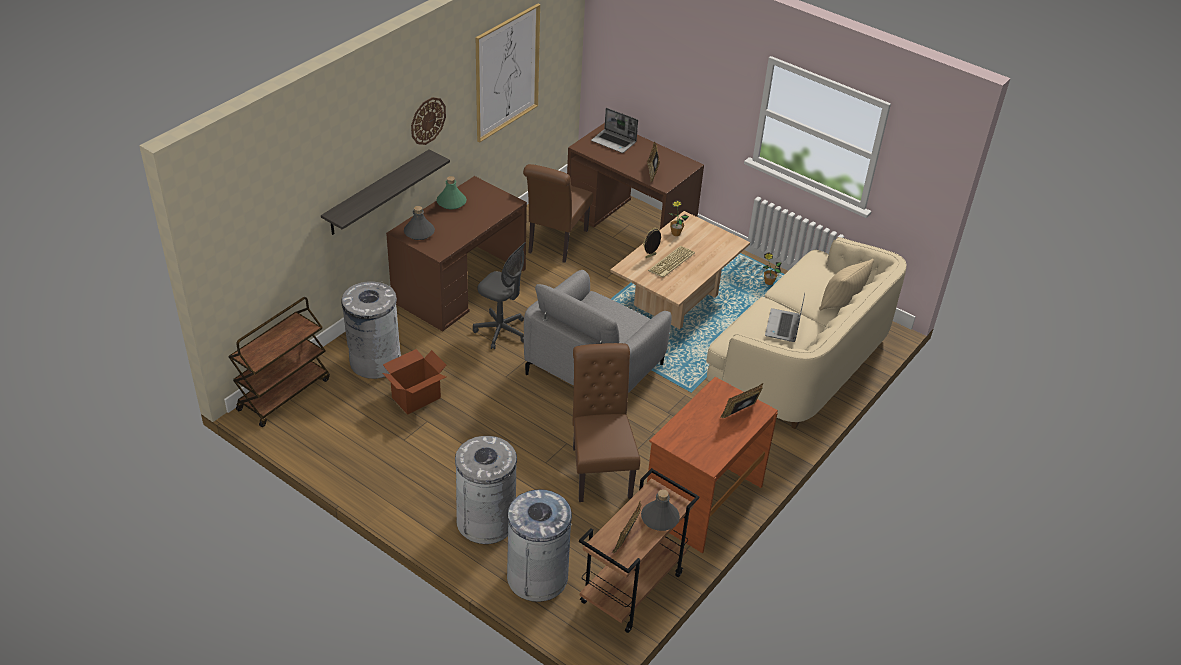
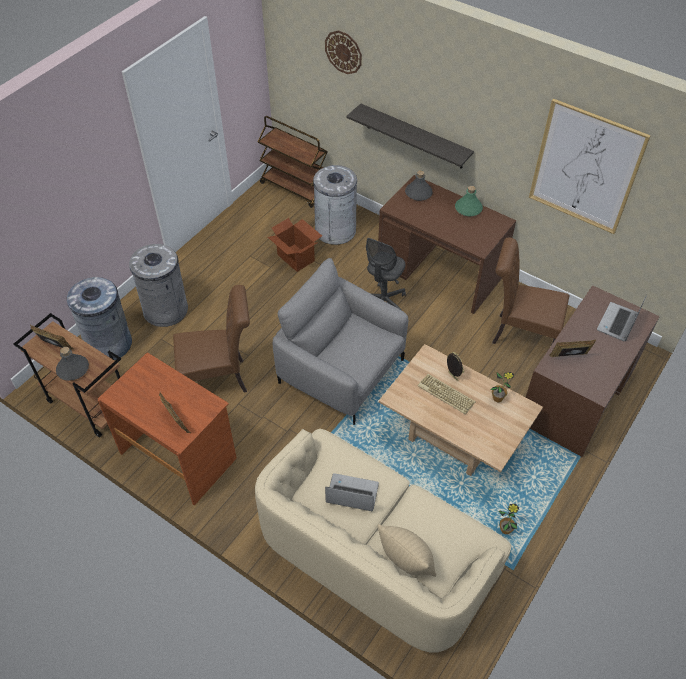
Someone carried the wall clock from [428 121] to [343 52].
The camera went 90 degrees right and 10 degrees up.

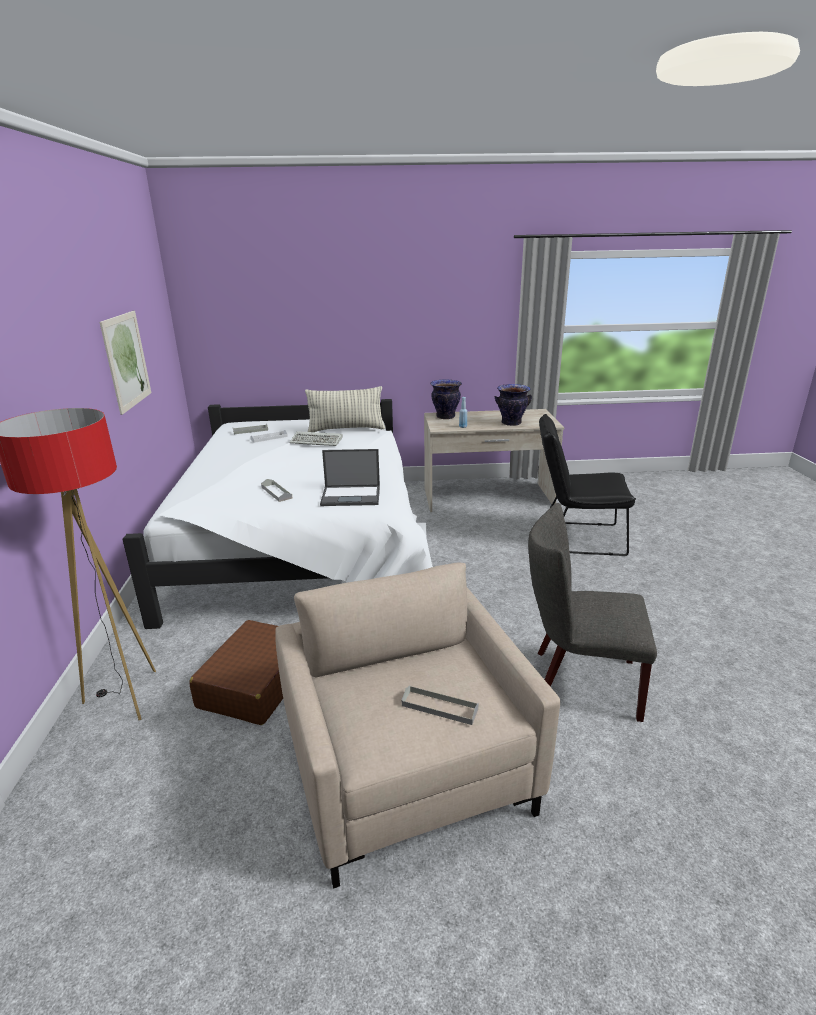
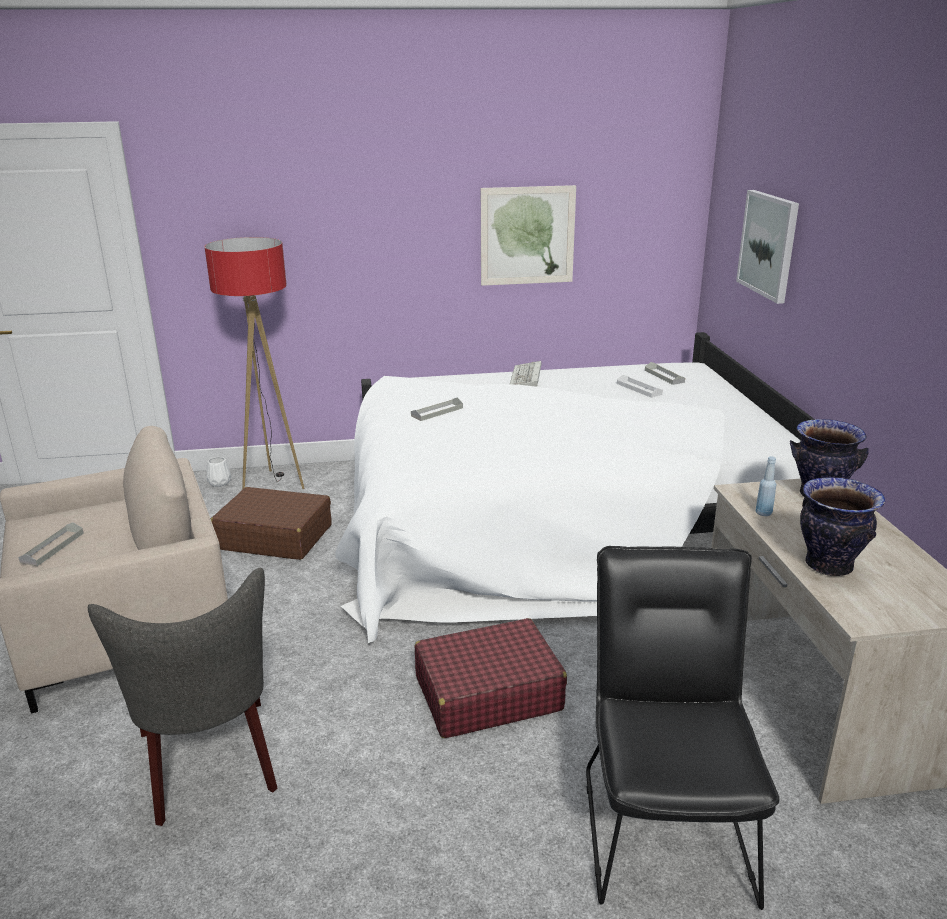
Someone rotated the grey chair at [592 612] by 150 degrees clockwise.
Someone put down the white vase at [219 472].
Someone put down the red suitcase at [491 678].
Someone carried the keyboard from [316 438] to [526 374].
Someone put up the picture at [767 247].
Someone took away the pillow at [345 409].
Someone took away the laptop at [350 477].
The camera went 85 degrees right and 0 degrees up.

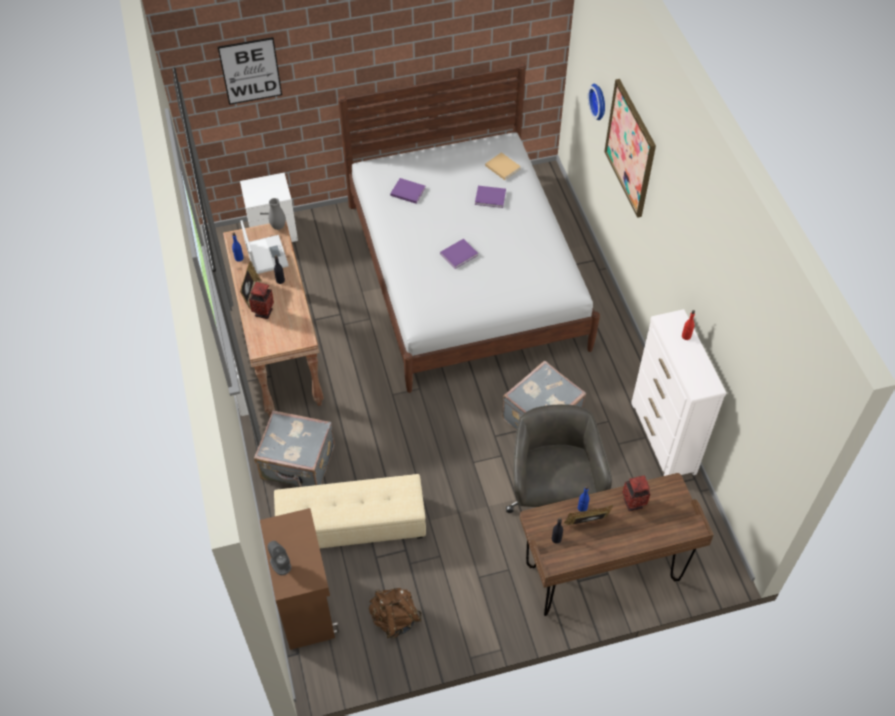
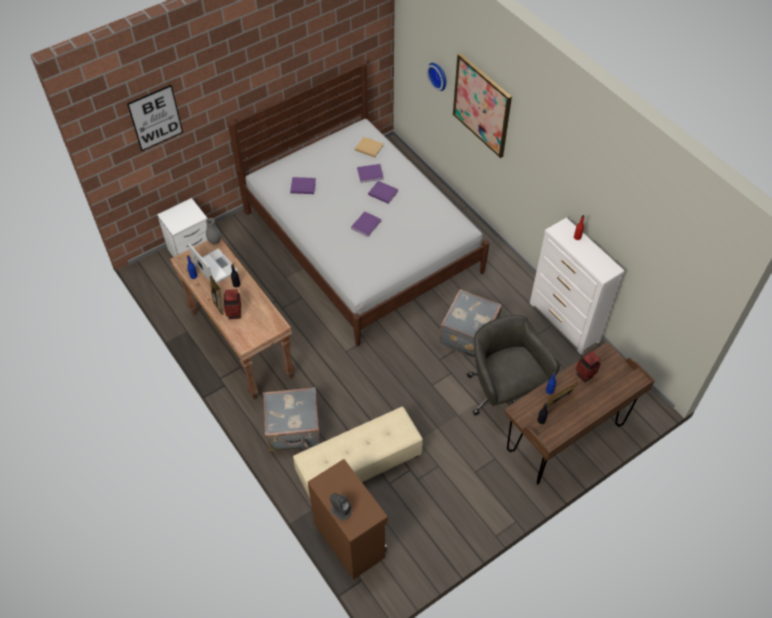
Someone put down the purple book at [383 192].
Someone took away the brown backpack at [395 613].
The camera went 20 degrees left and 0 degrees up.

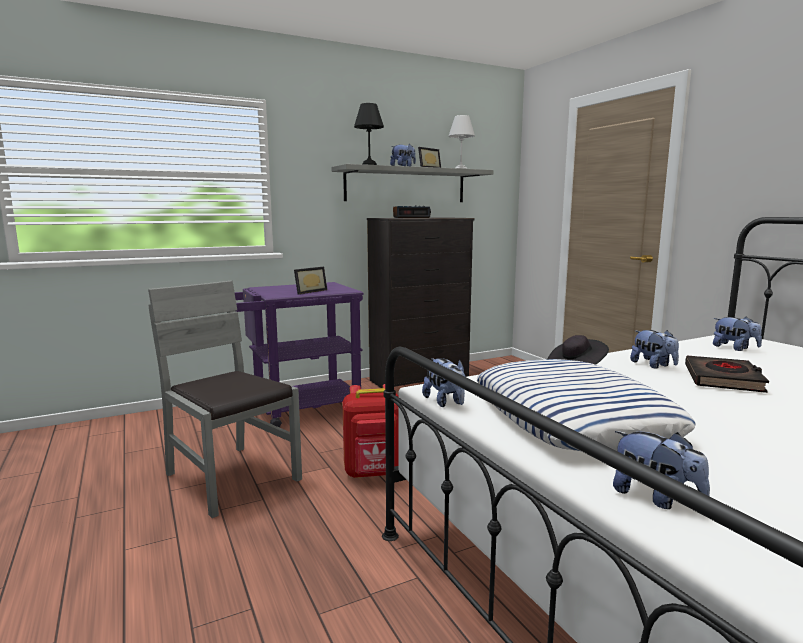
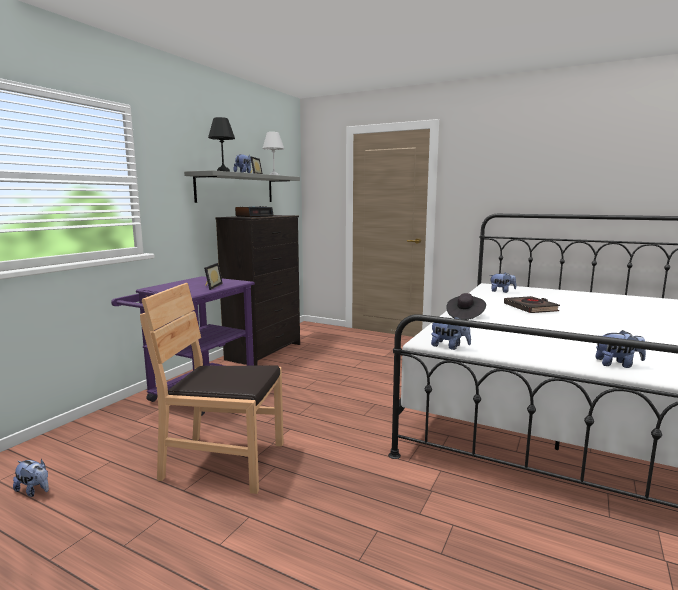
Someone carried the plush toy from [654 349] to [31 478].
Someone repainted the grey chair at [225 399], which became the brown chair at [212 388].
Someone took away the red backpack at [370 431].
Someone took away the pillow at [586 405].
The camera went 35 degrees left and 0 degrees up.

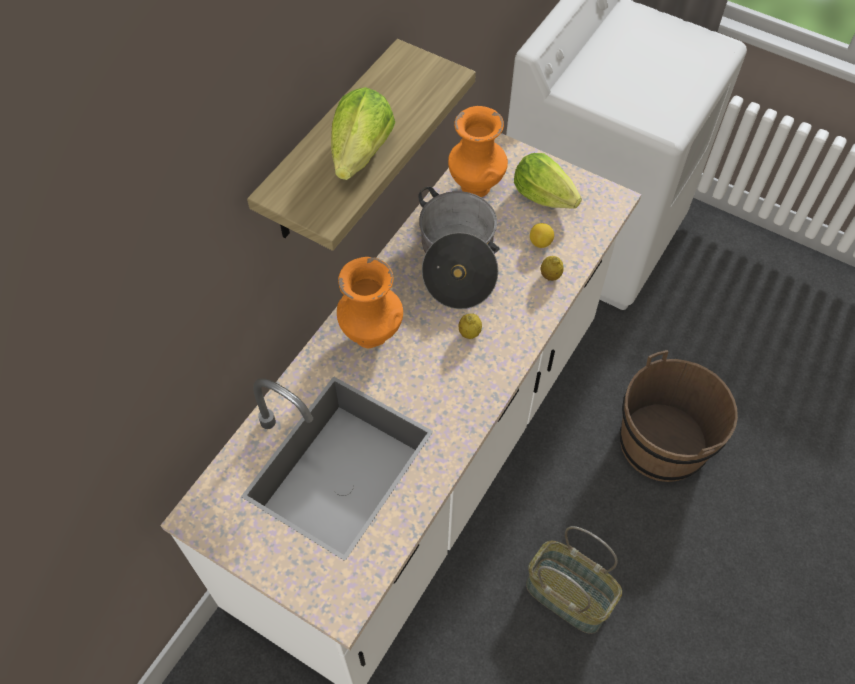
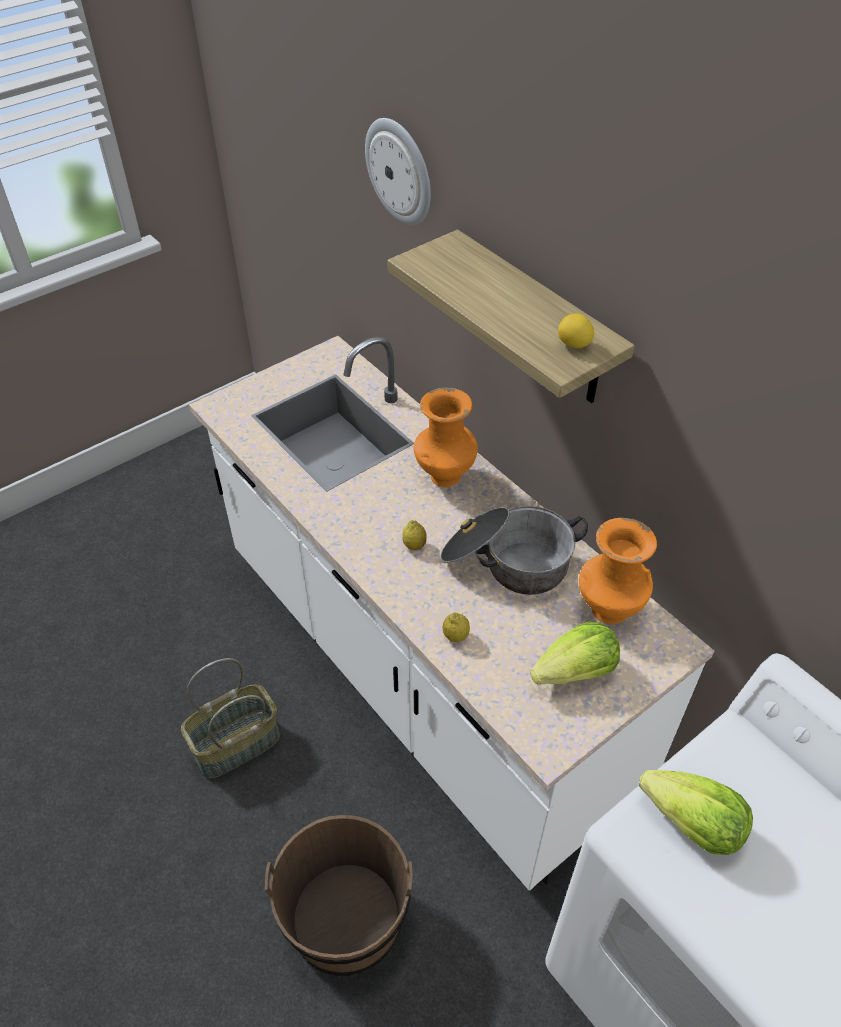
Someone put up the wall clock at [398 171].
Someone carried the lemon from [542 235] to [576 330].
Someone carried the lettuce from [363 133] to [696 812].
The camera went 110 degrees right and 10 degrees down.

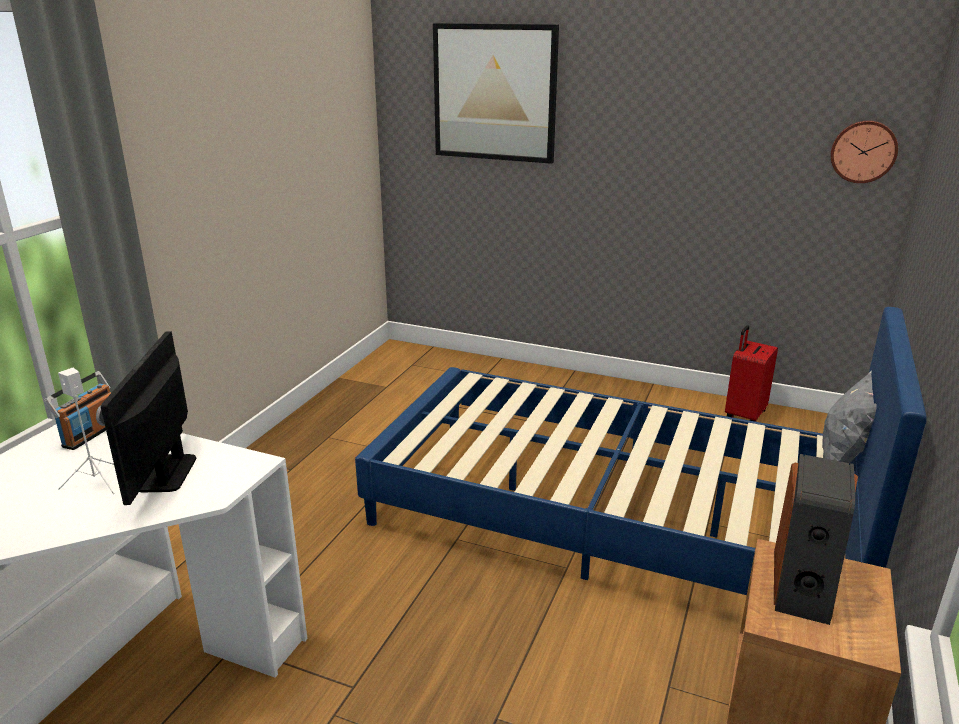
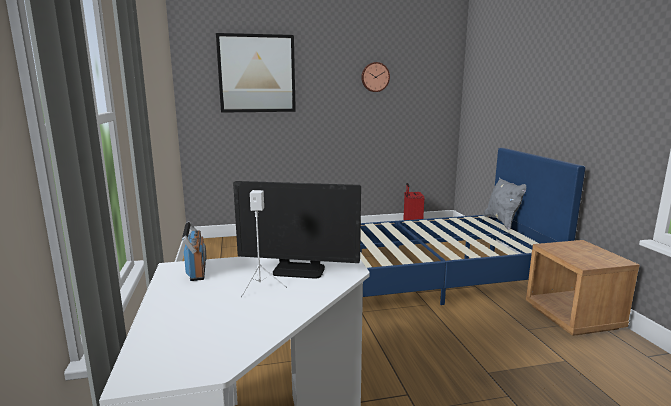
Someone rotated the monitor at [149 418] by 45 degrees counterclockwise.
Someone carried the wall clock from [864 151] to [375 77].
Someone took away the speaker at [816 539].
The camera went 35 degrees left and 10 degrees down.

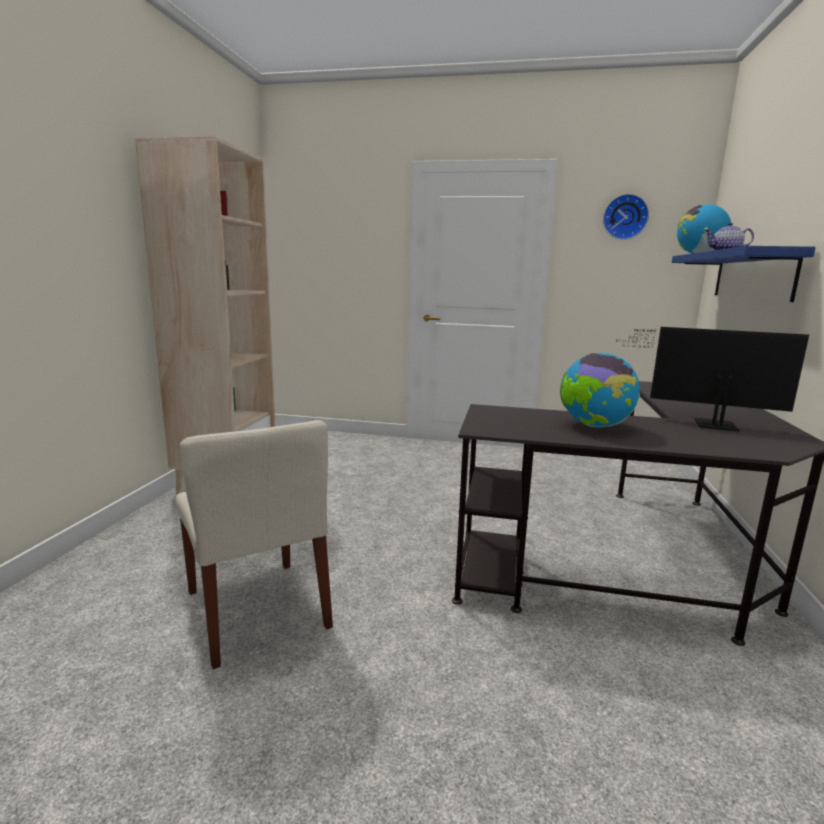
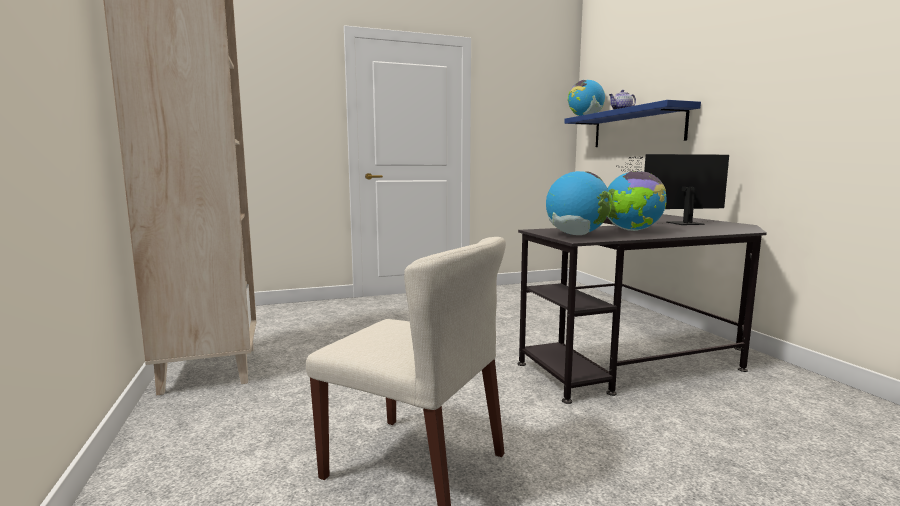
Someone put down the globe at [579 203].
Someone took away the wall clock at [626 217].
The camera went 30 degrees left and 5 degrees down.

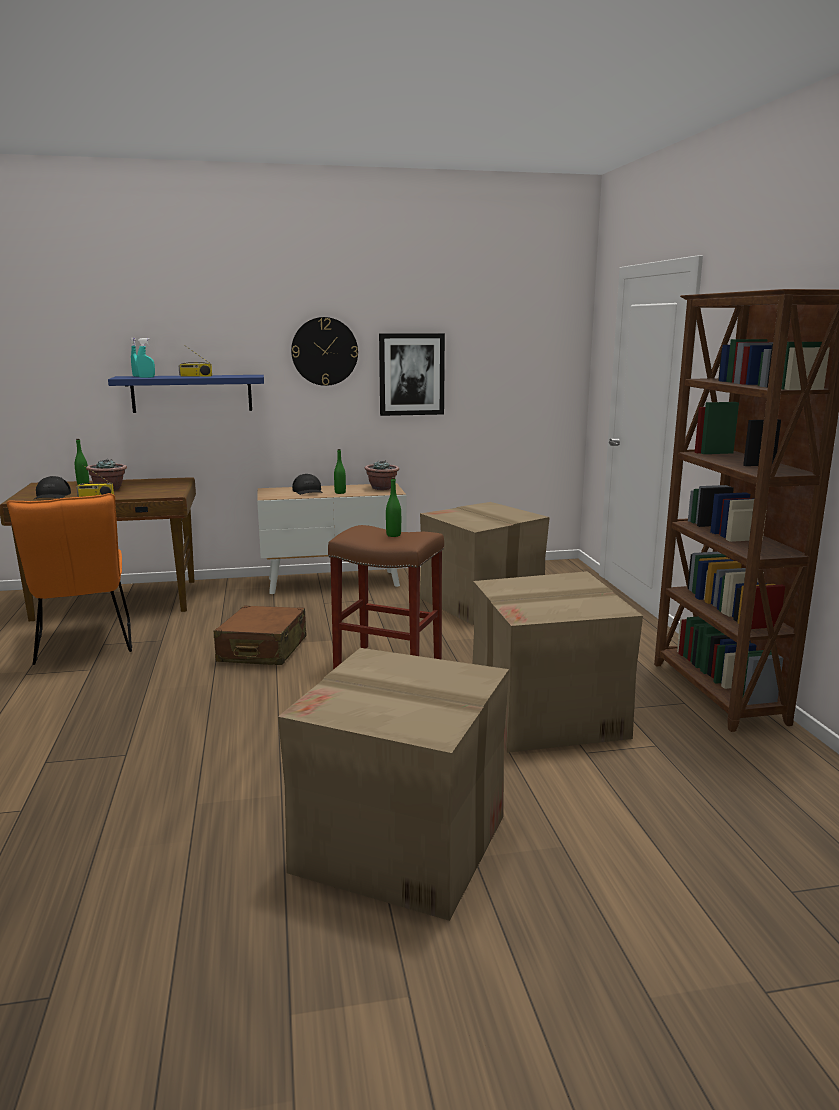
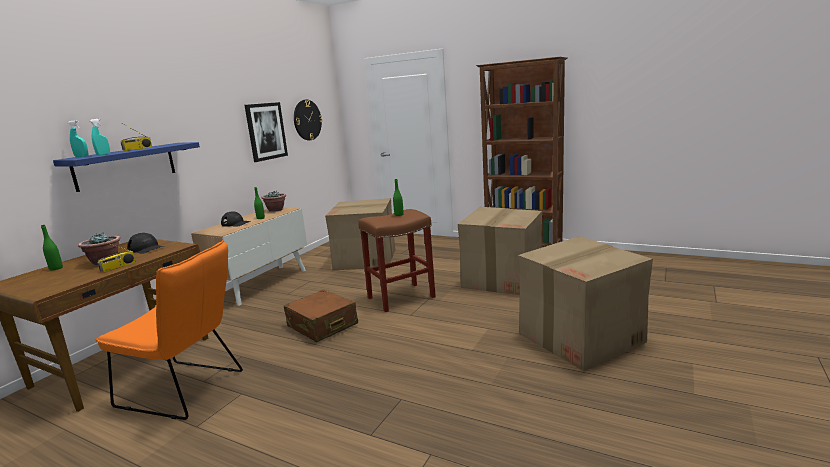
Someone carried the black cap from [52 487] to [146 243].
Someone carried the wall clock from [324 351] to [308 120].
The camera went 50 degrees left and 0 degrees up.

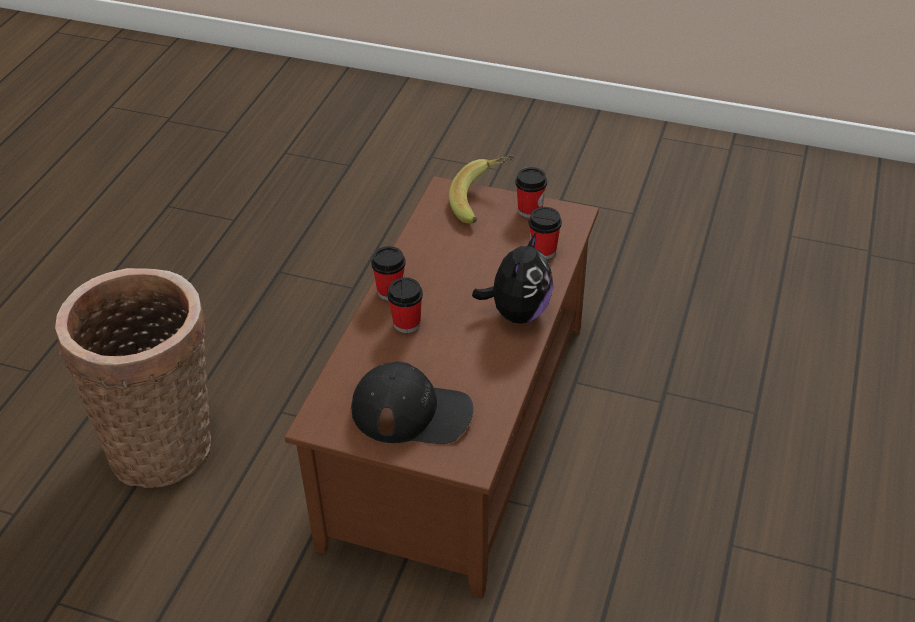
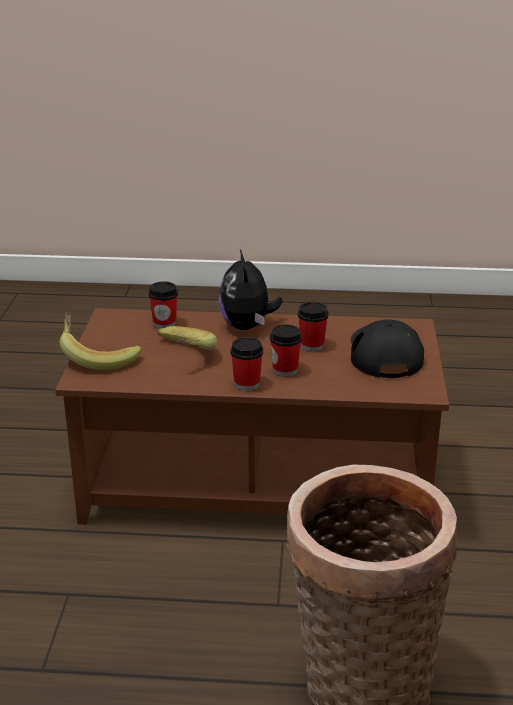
Someone put down the banana at [187 338].
Someone rotated the plush toy at [512 278] by 105 degrees counterclockwise.
Someone carried the cup from [531 192] to [313 327].
The camera went 105 degrees left and 15 degrees down.

